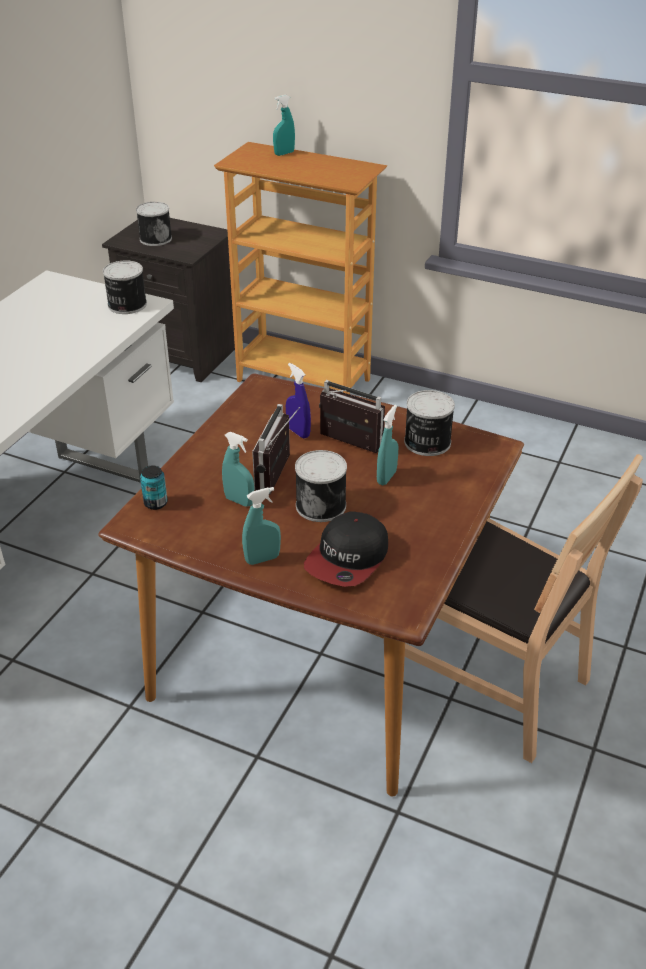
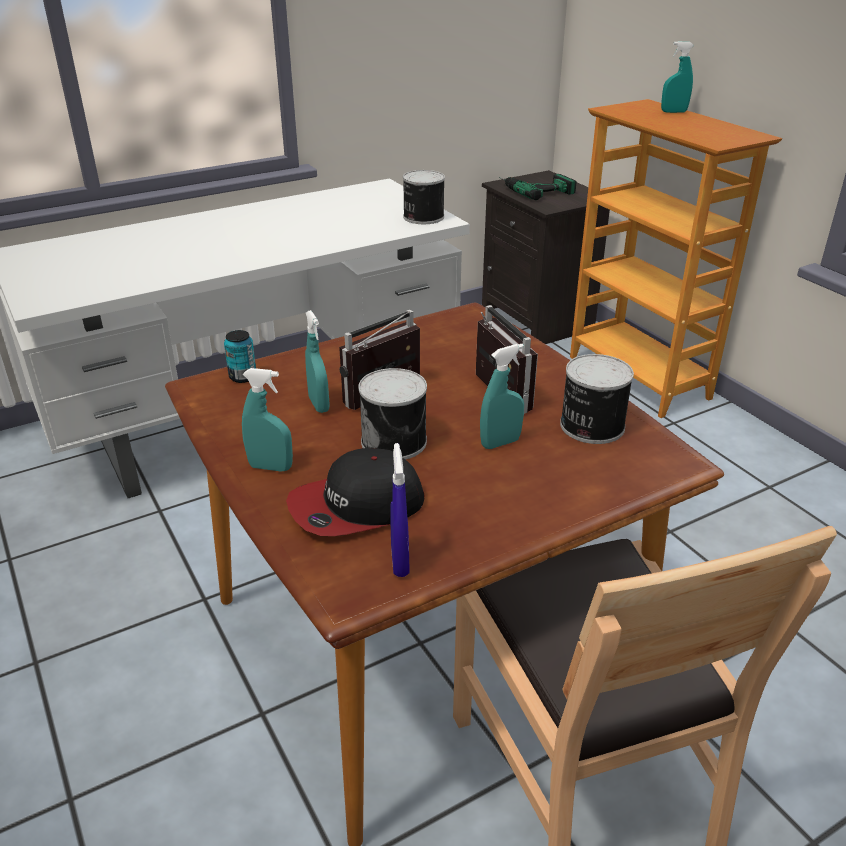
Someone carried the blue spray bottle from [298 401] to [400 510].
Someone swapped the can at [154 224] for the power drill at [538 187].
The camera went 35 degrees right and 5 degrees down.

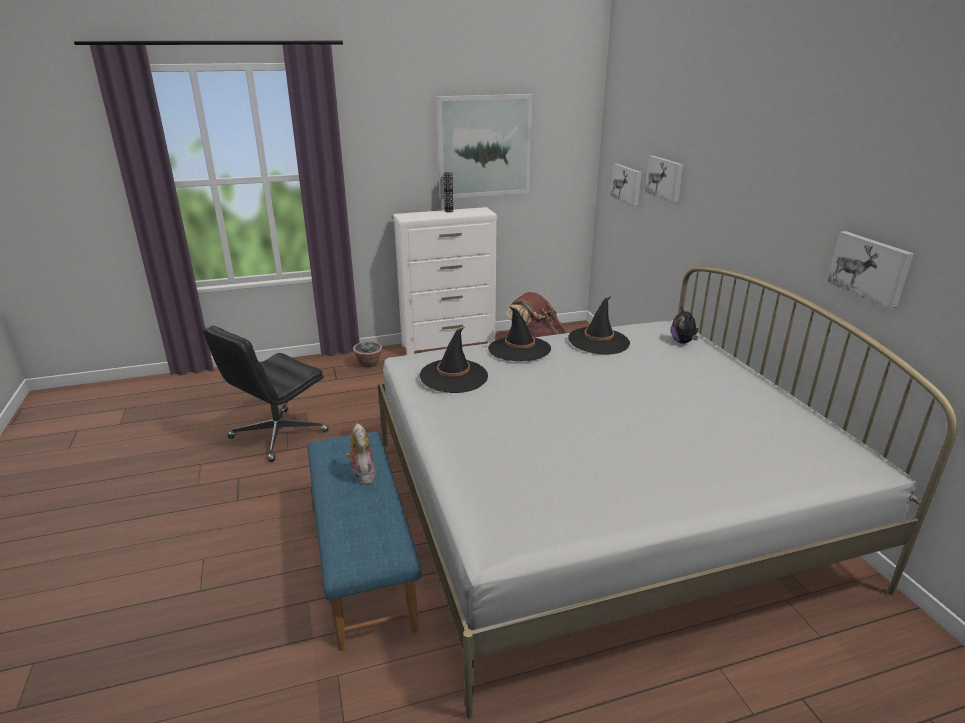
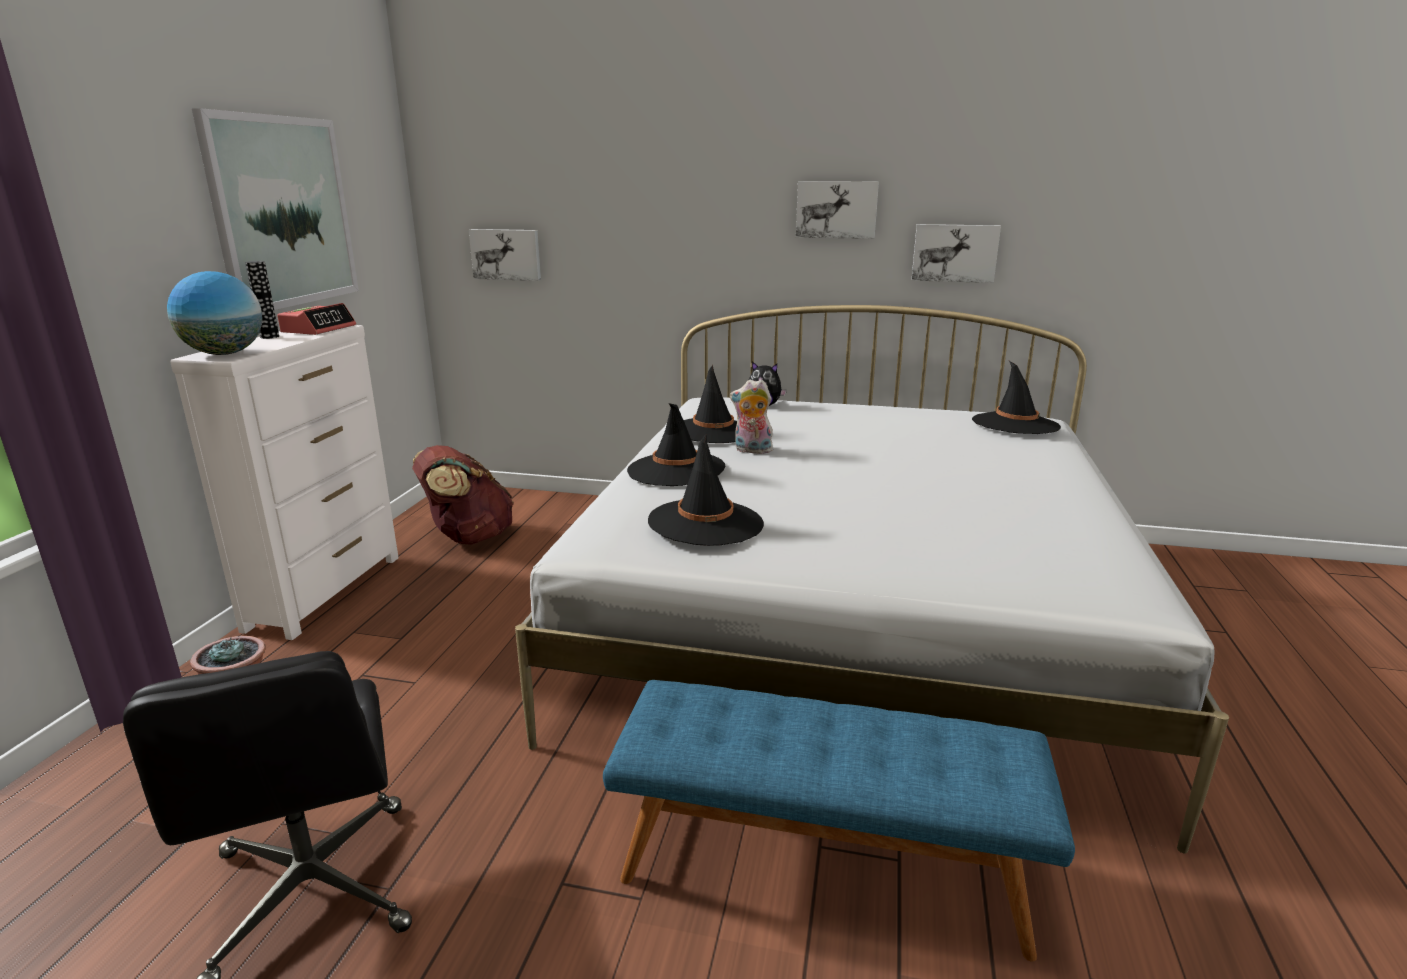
Someone put down the globe at [214 313].
Someone put down the alarm clock at [316 319].
Someone carried the plush toy from [361 453] to [751 416].
Someone carried the picture from [664 179] to [837 210].
Someone put down the black hat at [1016 397].
The camera went 60 degrees left and 5 degrees down.

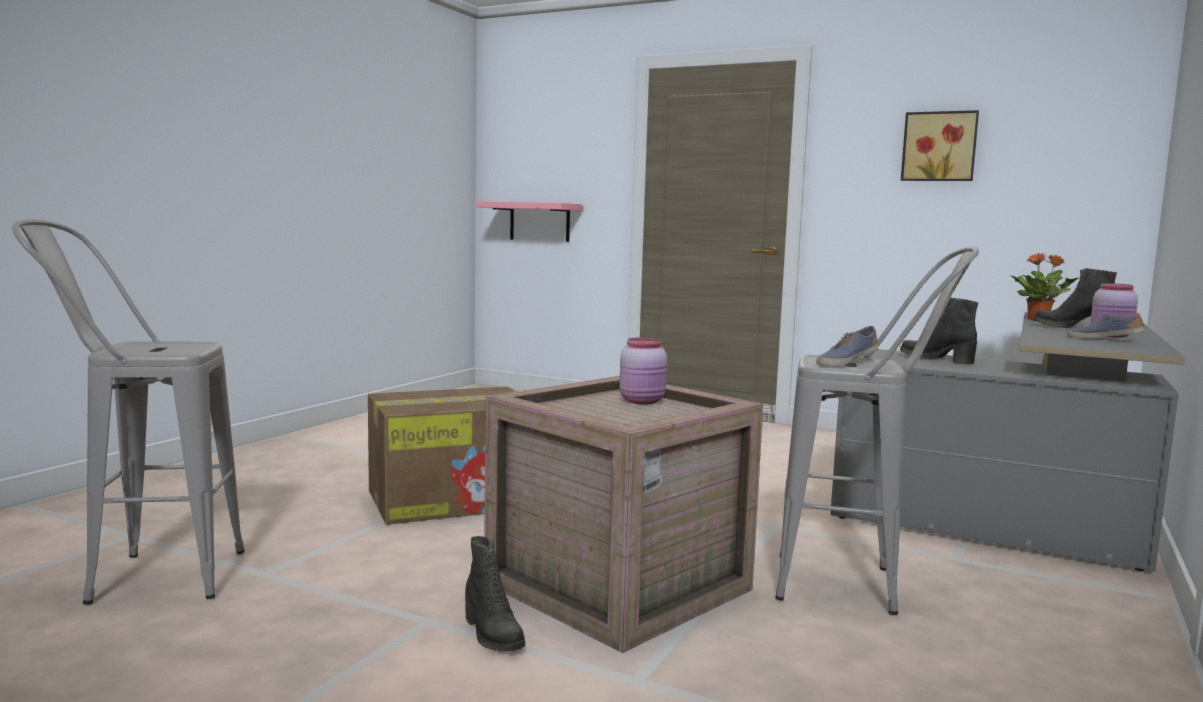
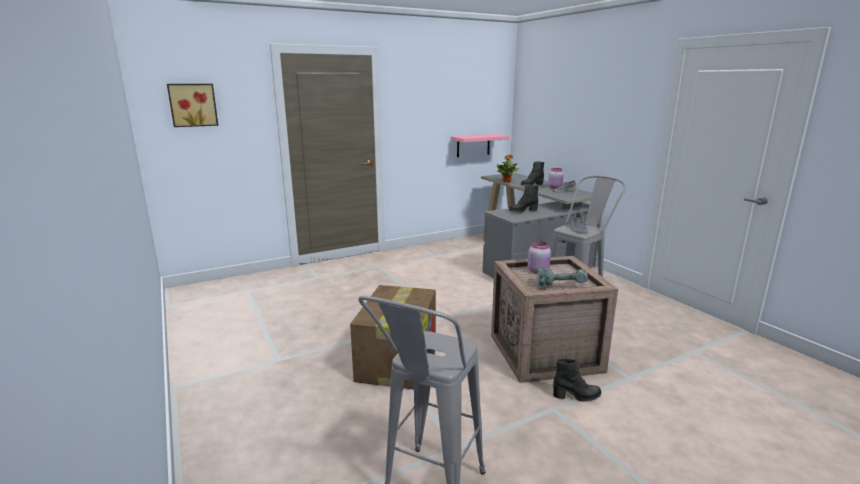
Someone carried the picture from [940 145] to [192 105].
Someone carried the pink shelf from [529 221] to [480 145].
Someone put down the power drill at [562 277].
The camera went 55 degrees left and 10 degrees up.

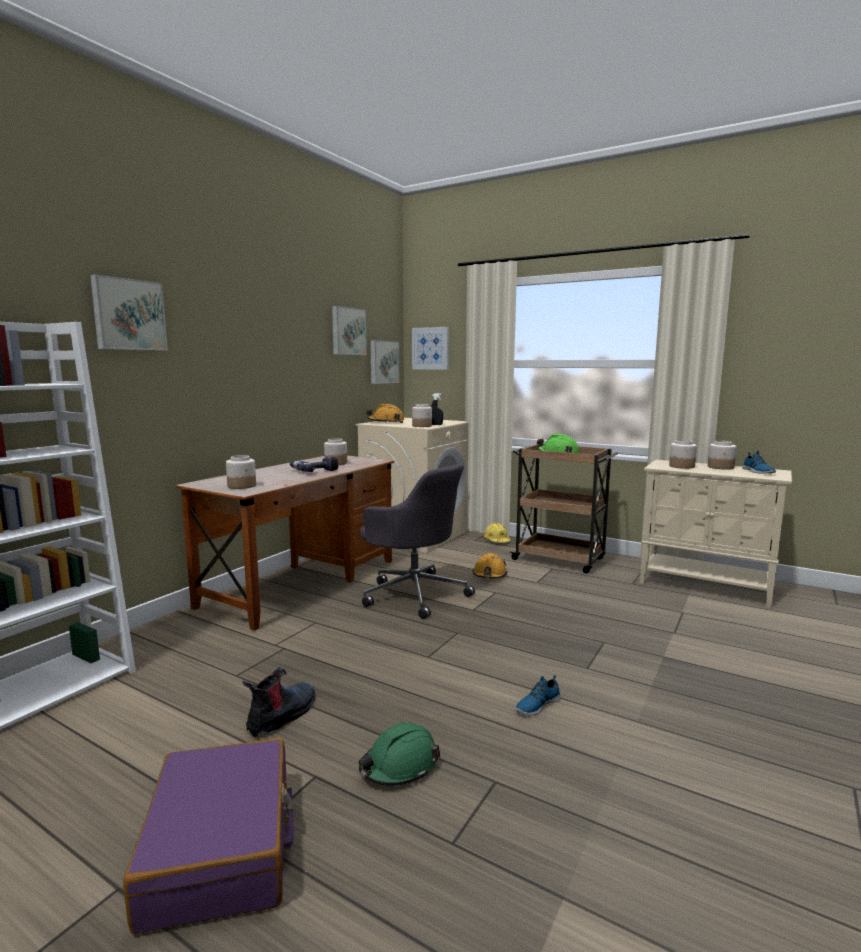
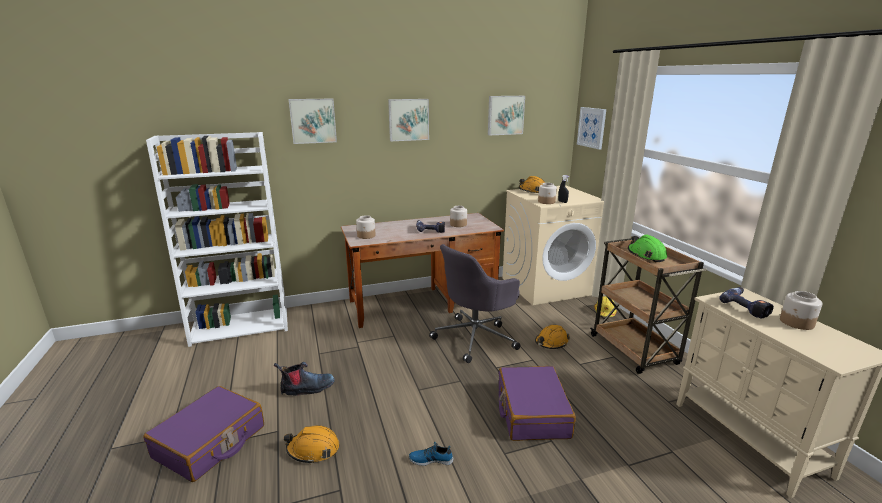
Someone repainted the green hard hat at [399 754], which became the orange hard hat at [312 444].
Someone carried the picture from [384 362] to [408 120].
Someone rotated the grey office chair at [417 541] by 60 degrees clockwise.
Someone put down the purple suitcase at [537 403].
Someone swapped the jar at [683 454] for the power drill at [746 303].
Someone took away the shoe at [759 462].
The camera went 40 degrees right and 10 degrees up.

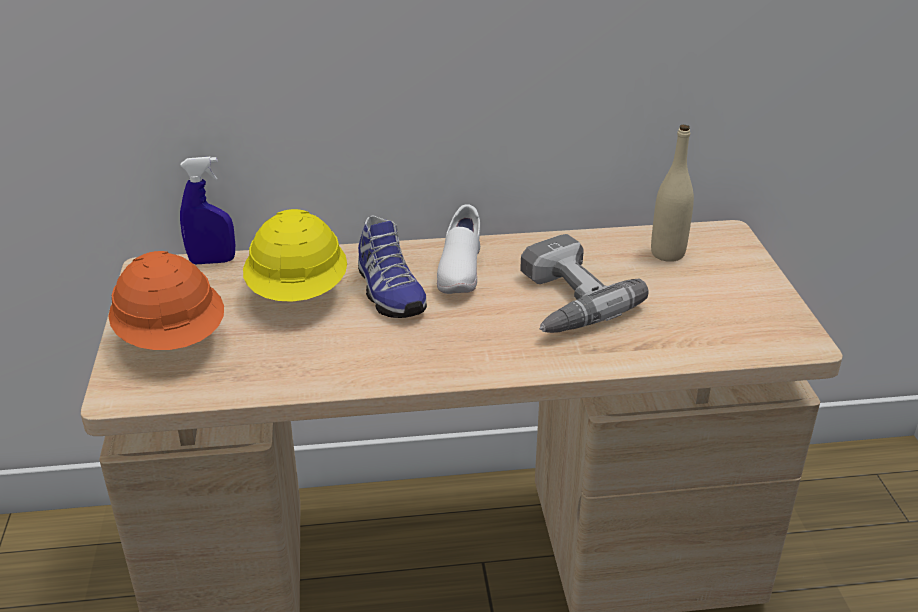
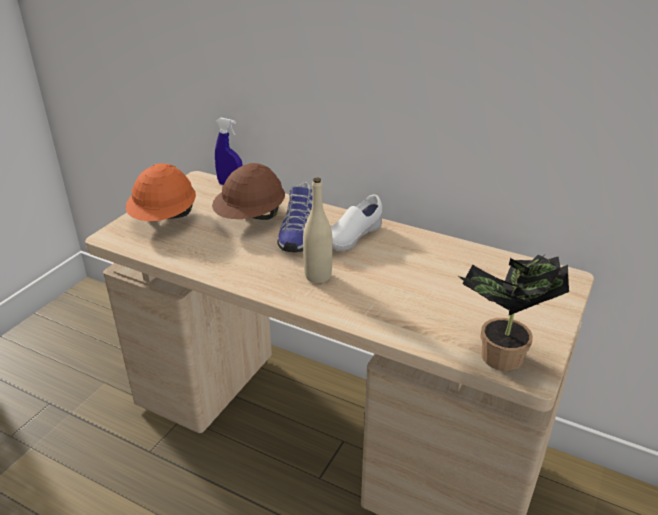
Someone repainted the yellow hard hat at [295 255], which became the brown hard hat at [248 191].
Someone carried the beige bottle from [672 193] to [318 230].
Someone put down the potted plant at [513 313].
Someone took away the power drill at [584 283].
The camera went 35 degrees right and 0 degrees up.

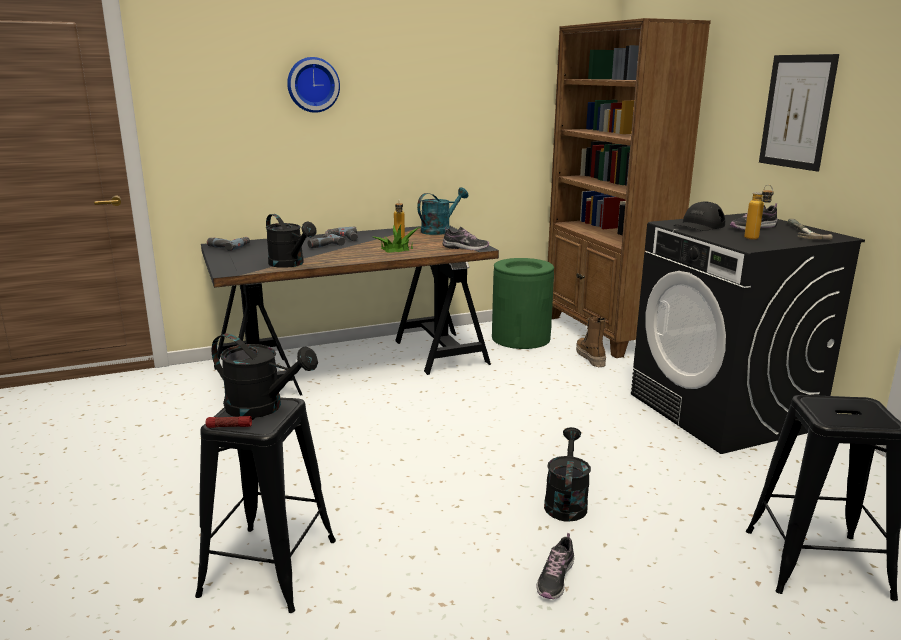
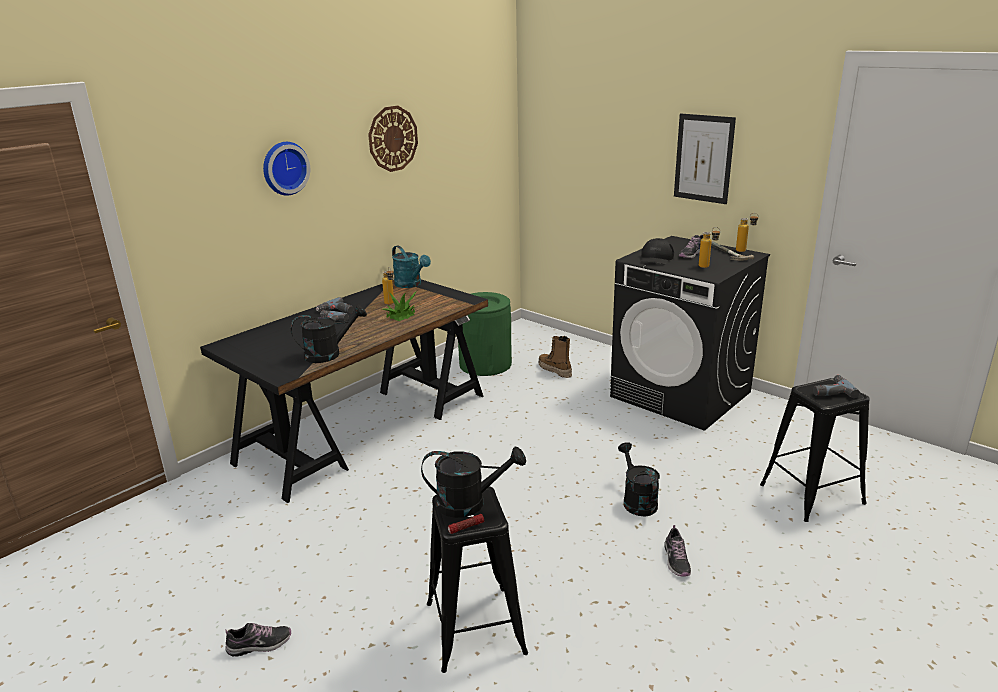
Someone carried the shoe from [465 238] to [258 640].
Someone rotated the black watering can at [291 241] by 45 degrees counterclockwise.
Someone put up the wall clock at [393 139].
Someone rotated the turquoise watering can at [442 211] by 120 degrees clockwise.
Someone put down the bottle at [747 232].
Someone carried the power drill from [228 244] to [836 386].
Someone took away the brown bookcase at [629 188].
The camera went 25 degrees left and 5 degrees up.

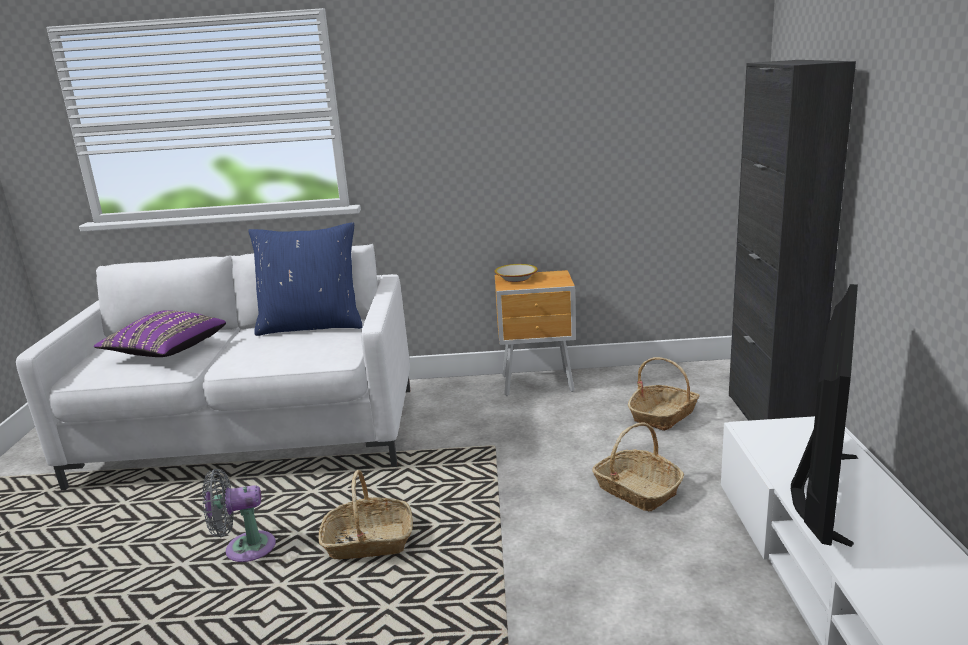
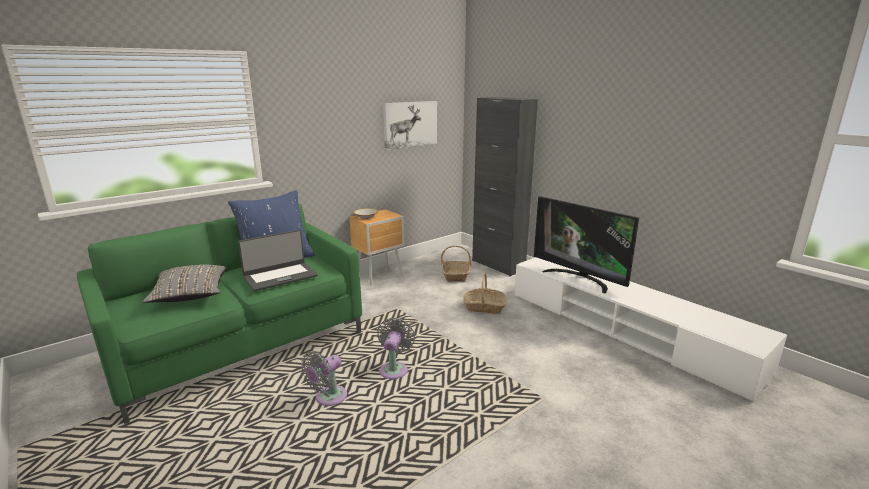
Someone repainted the white sofa at [213 367], which became the green sofa at [219 314].
Someone repainted the purple pillow at [160 333], which became the grey pillow at [184 284].
Someone put down the laptop at [277 260].
Someone swapped the basket at [366 514] for the grey fan at [396 348].
Someone put up the picture at [410 125].
Someone rotated the television at [824 415] by 150 degrees clockwise.
The camera went 40 degrees left and 0 degrees up.

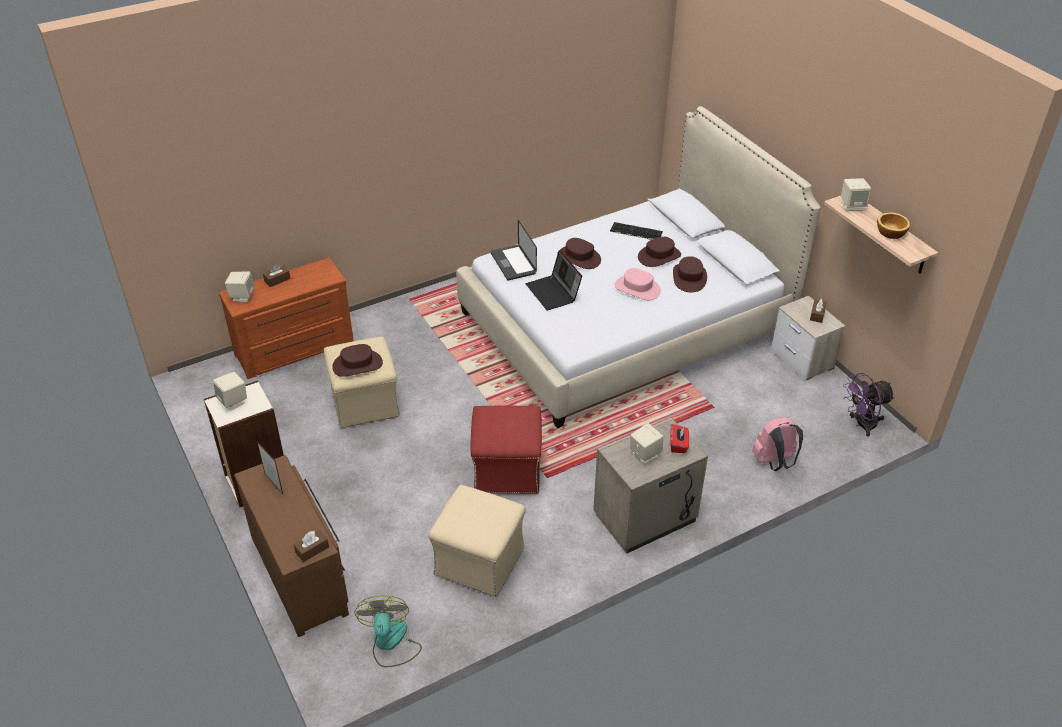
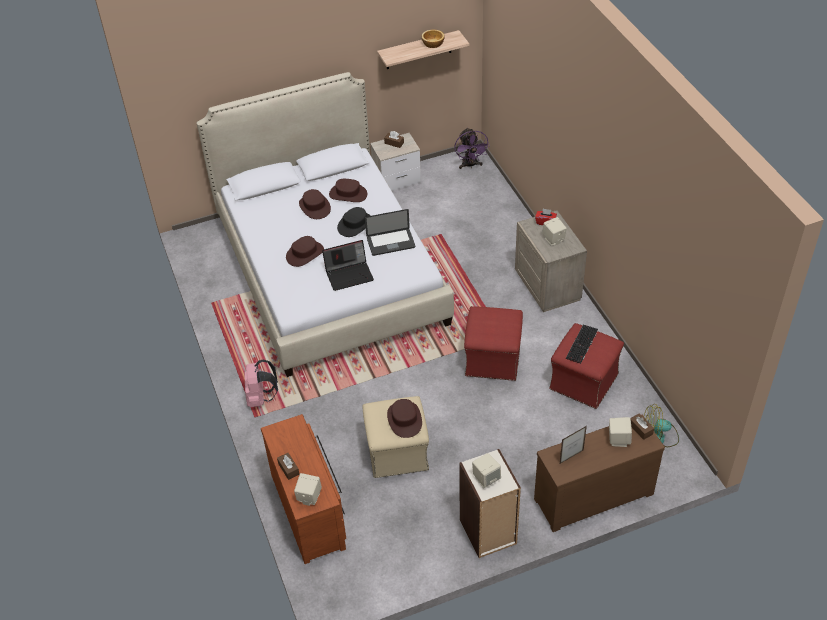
Someone carried the pink backpack from [777 444] to [261 383].
Someone repainted the pink hat at [637 284], which became the black hat at [354 222].
Someone carried the laptop from [513 250] to [390 232].
Someone repainted the beige ottoman at [476 541], which became the red ottoman at [586 366].
Someone carried the keyboard from [636 231] to [582 344].
Someone carried the beige speaker from [856 194] to [620 432].
The camera went 80 degrees left and 5 degrees up.

